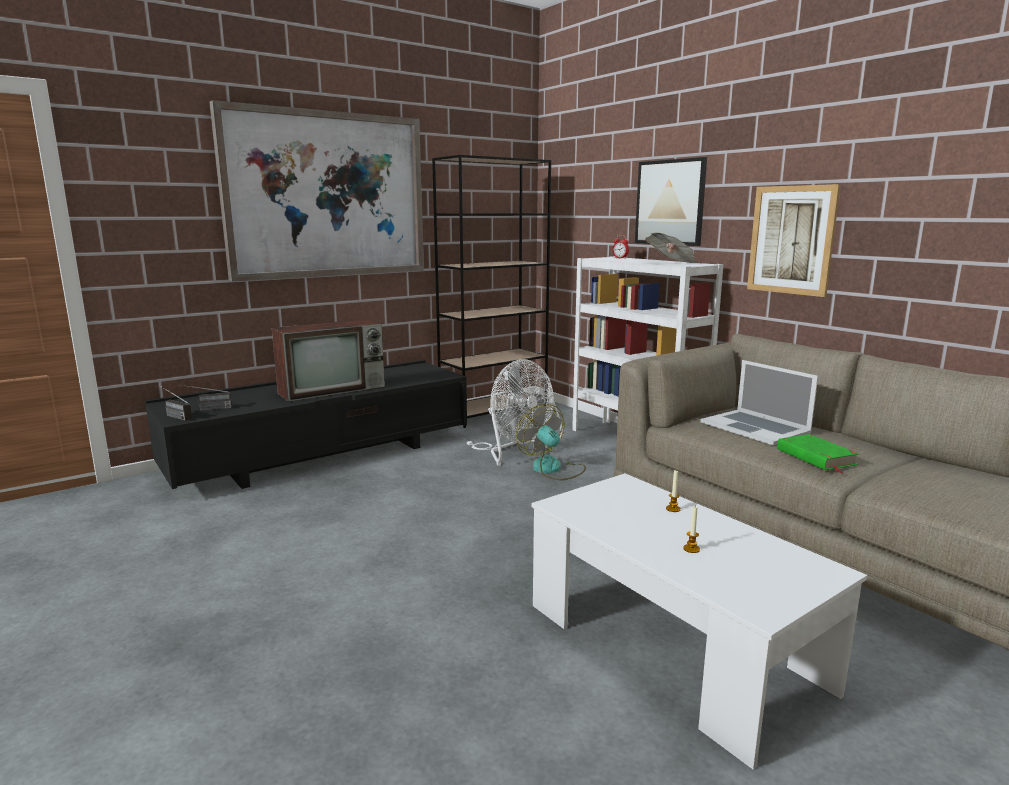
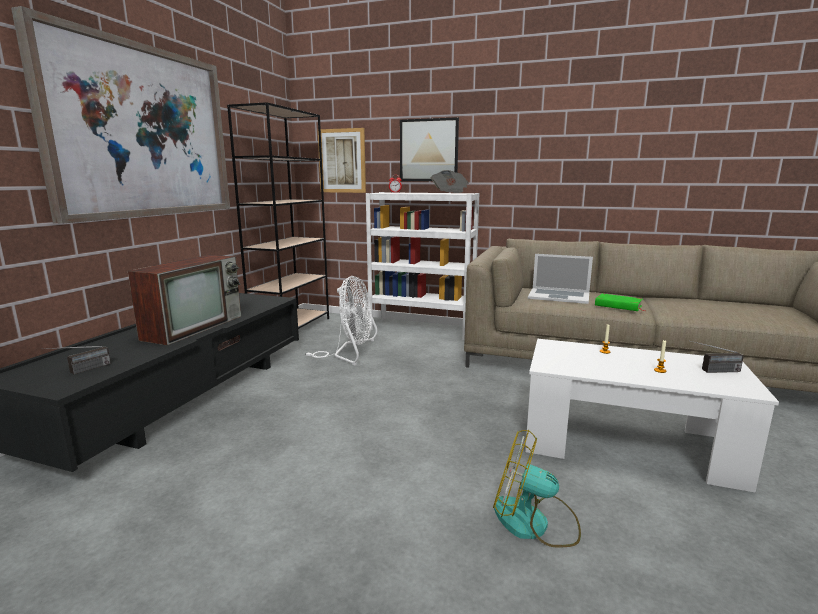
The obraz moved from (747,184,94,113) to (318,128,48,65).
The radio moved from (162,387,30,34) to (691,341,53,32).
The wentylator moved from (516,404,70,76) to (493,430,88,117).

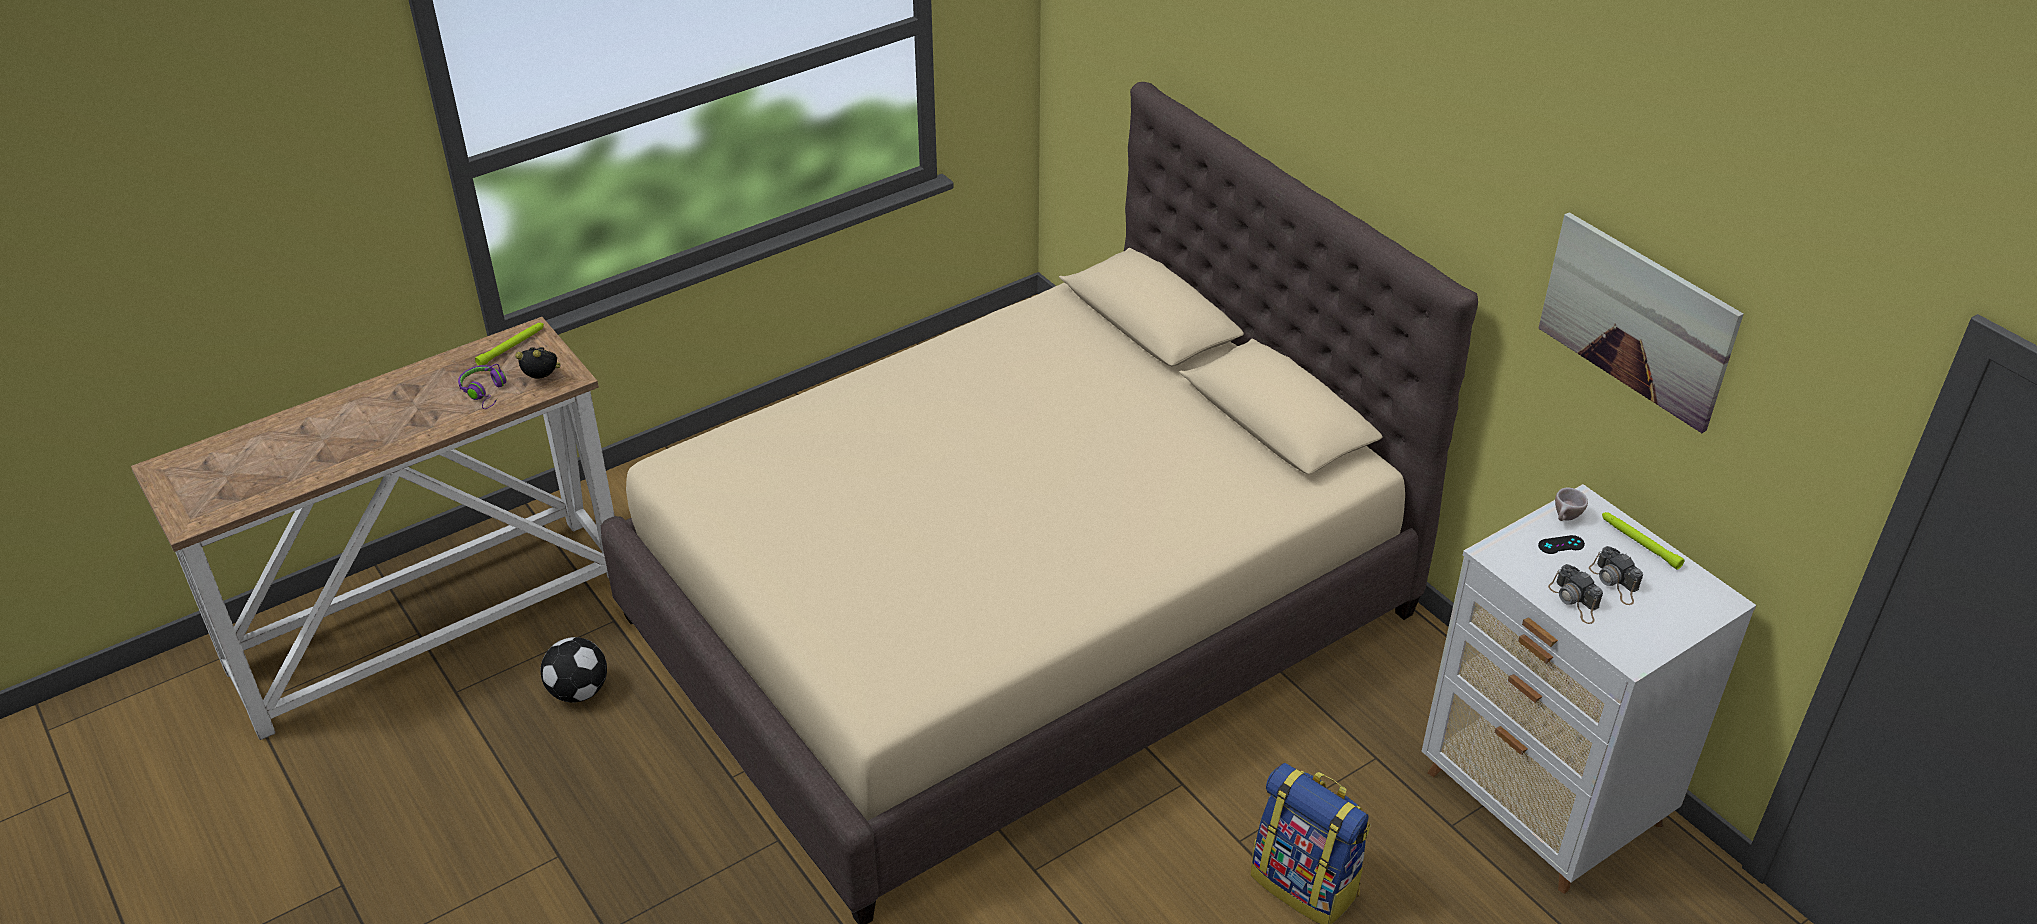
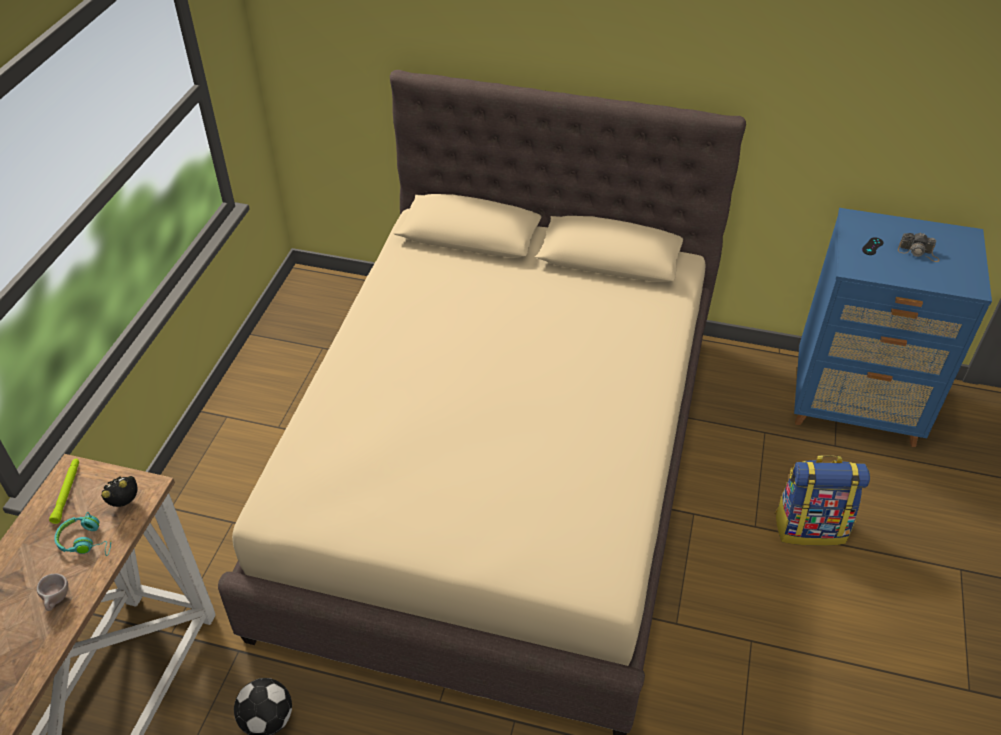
The obraz at (1539,212,205,221) disappeared.
The słuchawki (fioletowy) at (458,364,48,45) became the słuchawki (turkusowy) at (54,512,57,44).
The komoda (biały) at (1422,484,334,410) became the komoda (niebieski) at (794,208,198,239).
The filiżanka (beżowy) moved from (1555,487,33,34) to (37,574,31,37).
The latarka (zielony) at (1602,512,83,57) disappeared.
The aparat fotograficzny at (1548,564,55,60) disappeared.

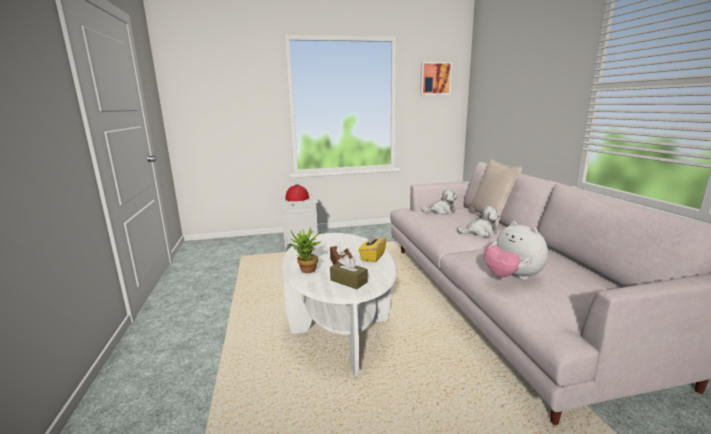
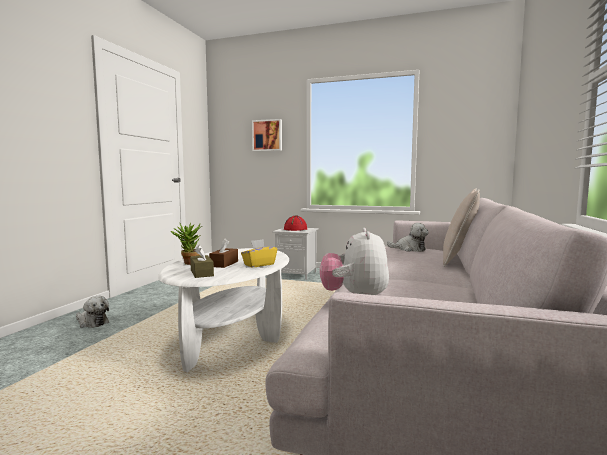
The obraz moved from (420,62,32,33) to (252,119,30,32).
The pluszak moved from (457,206,43,31) to (76,296,33,32).

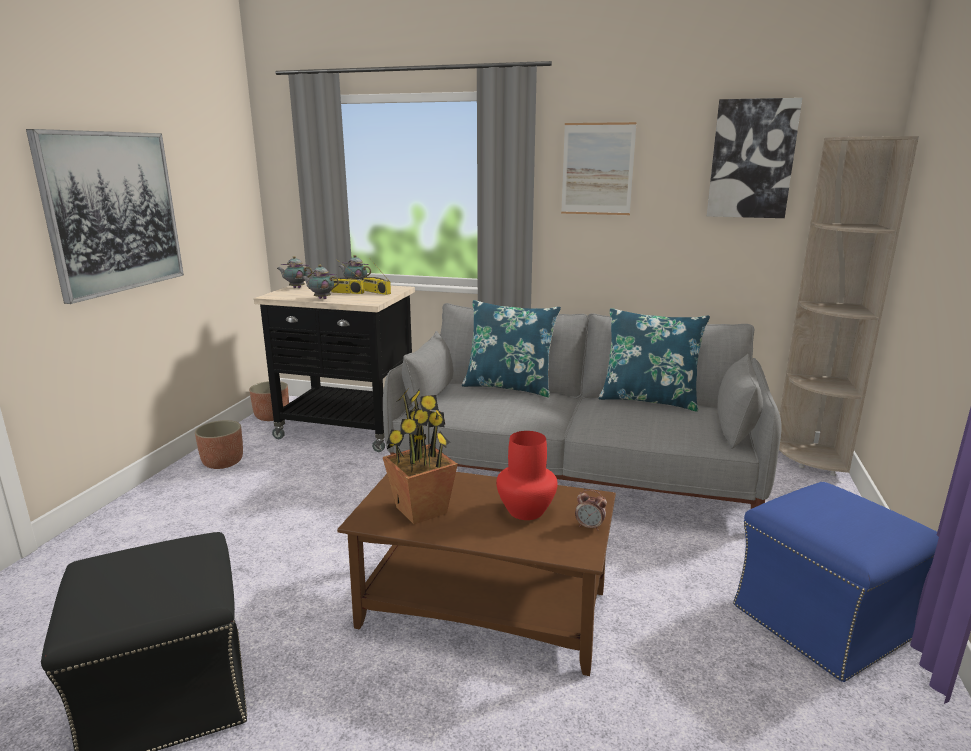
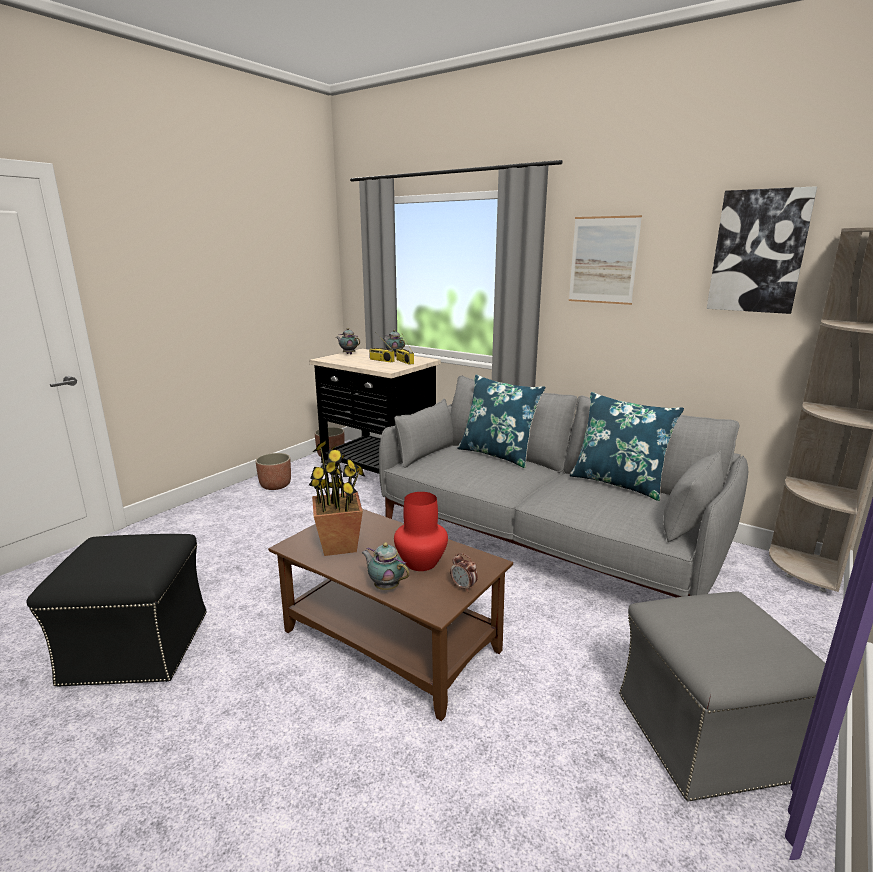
The obraz at (26,129,158,175) disappeared.
The imbryk moved from (301,264,38,35) to (361,542,49,48).
The pufa (niebieski) at (733,482,206,200) became the pufa (szary) at (619,591,207,210).

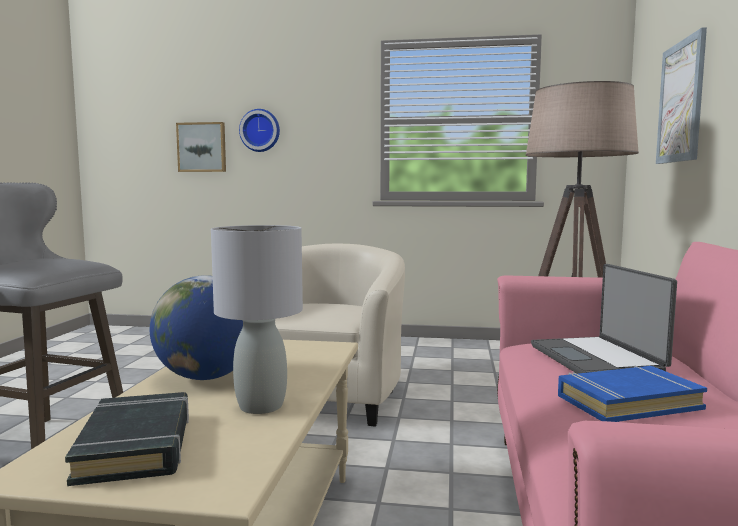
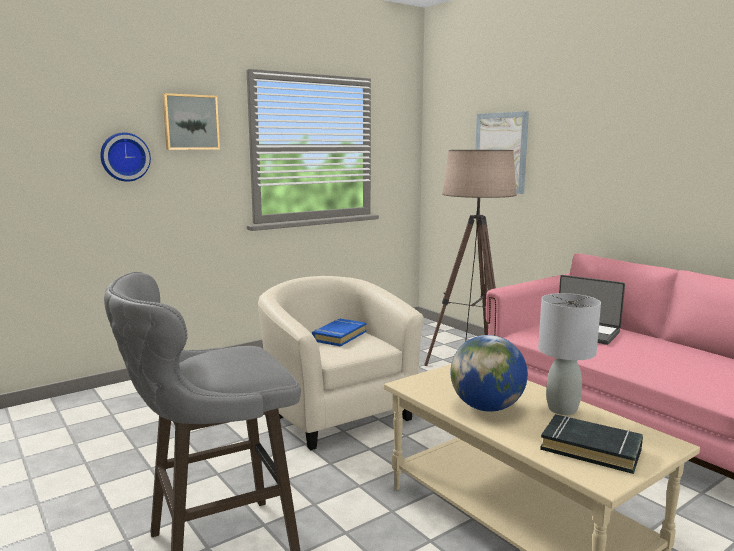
The obraz moved from (176,122,50,50) to (162,93,58,57).
The książka (niebieski) moved from (558,366,149,56) to (312,319,54,28).

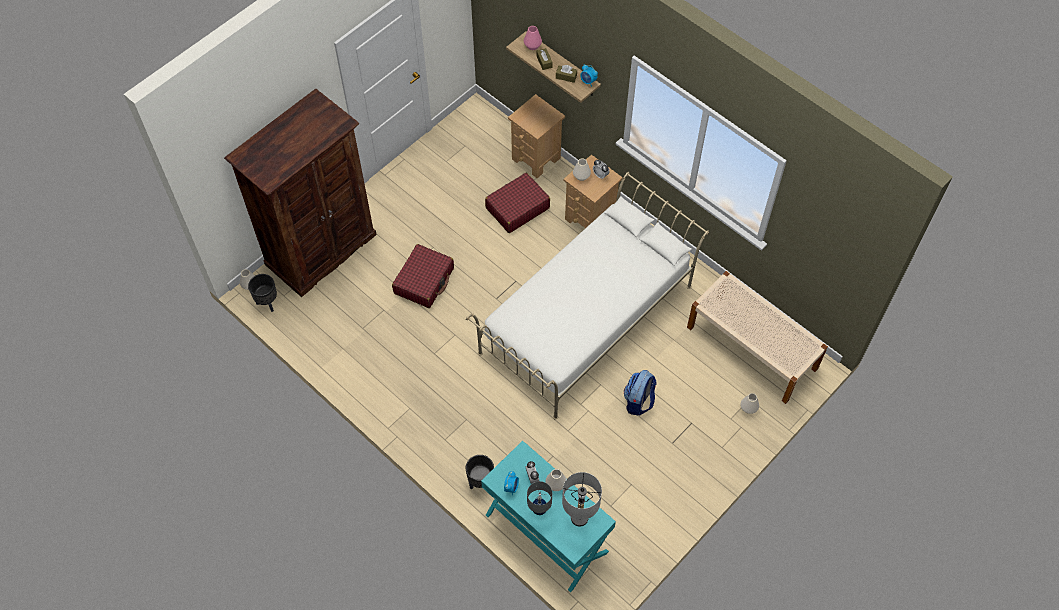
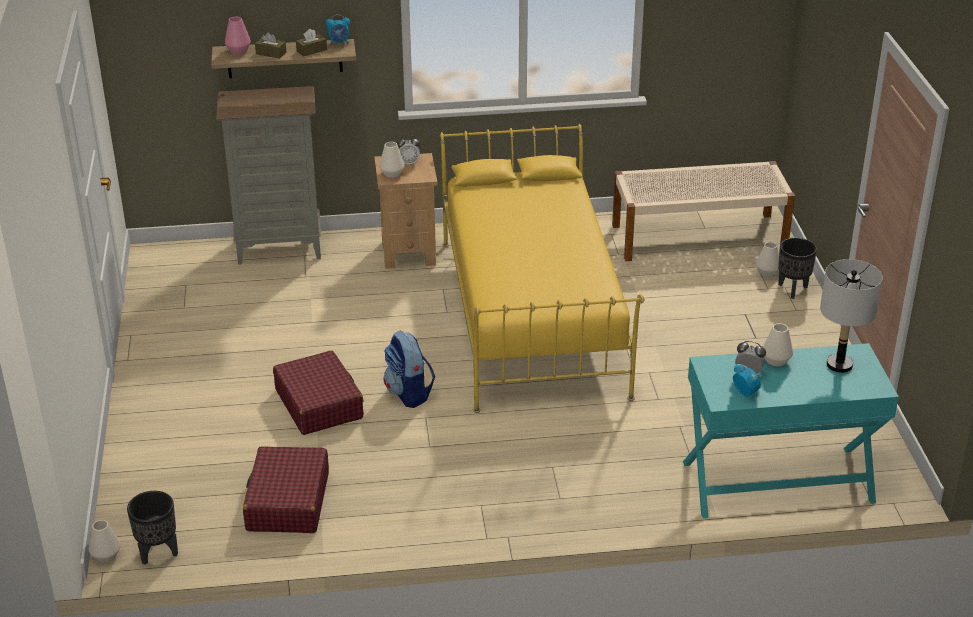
The szafa (brązowy) at (224,89,153,208) disappeared.
The szafka nocna (beżowy) at (508,94,57,84) was replaced by the komoda (szary) at (216,86,105,179).
The łóżko (biały) at (466,172,243,248) became the łóżko (żółty) at (440,124,205,289).
The walizka (czerwony) moved from (485,173,65,60) to (243,446,86,87).
The plecak moved from (624,370,33,45) to (384,331,51,77).
The donica (czarny) moved from (466,455,28,34) to (778,238,39,61).
The lampa stołowa (szary) at (527,481,25,34) disappeared.

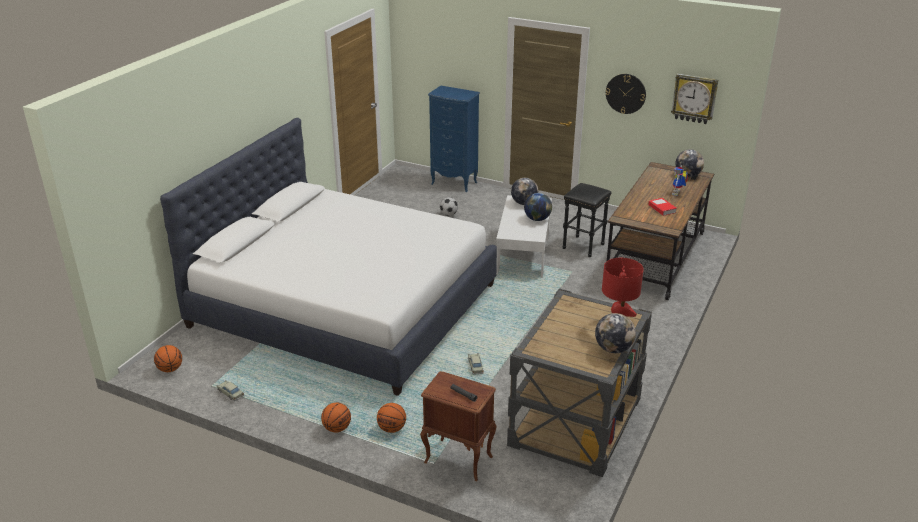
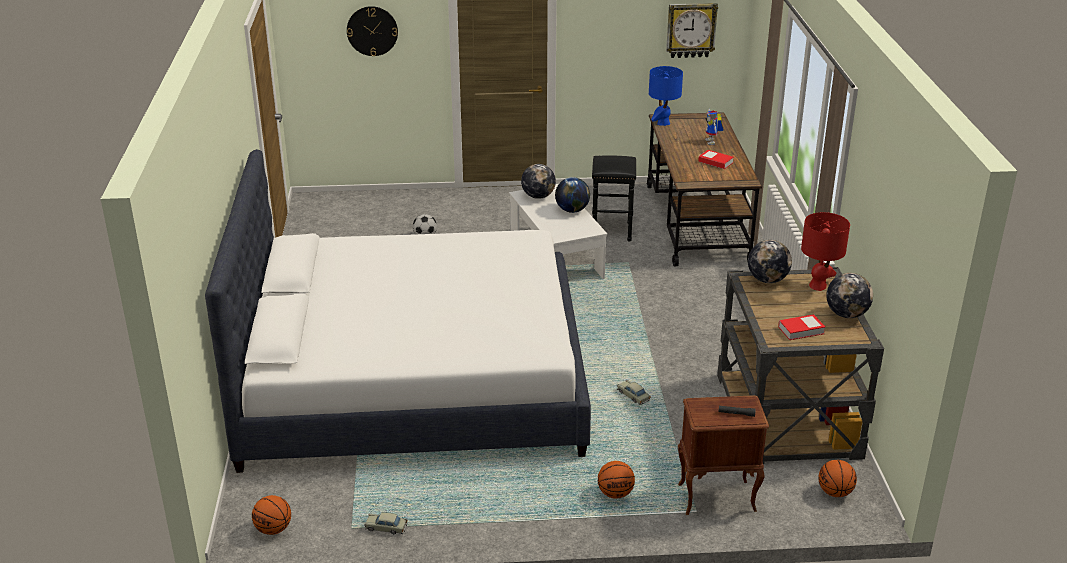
The zegar ścienny moved from (606,74,40,40) to (347,6,51,50).
The komoda (niebieski) at (428,86,52,106) disappeared.
The globus moved from (675,149,29,28) to (748,240,44,43).
The piłka do koszykówki moved from (321,402,30,30) to (818,460,39,37).
The lampa stołowa (niebieski) at (649,66,34,60) appeared.
The książka at (778,314,47,26) appeared.

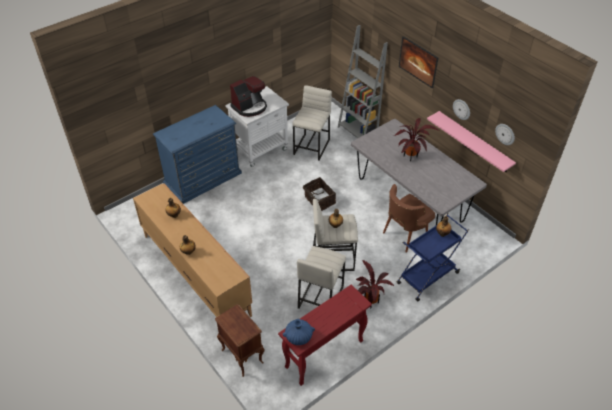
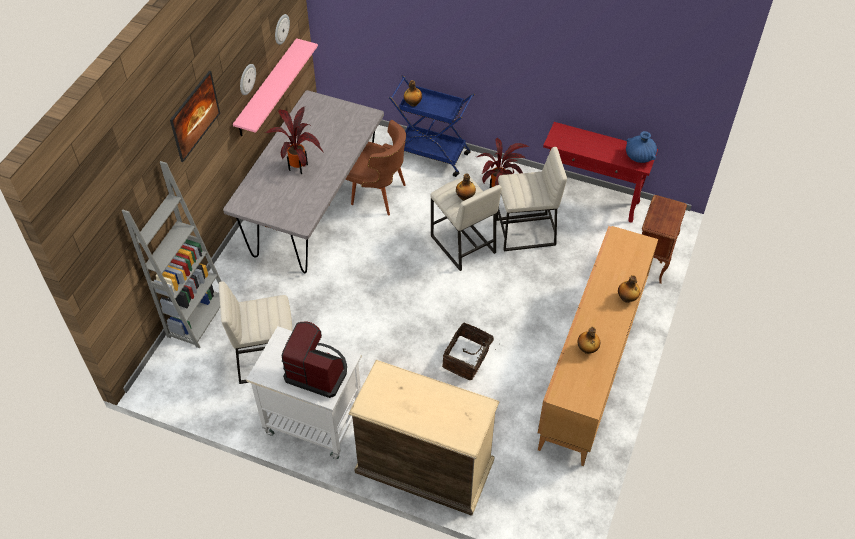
The komoda (niebieski) at (153,105,89,99) became the komoda (beżowy) at (349,360,151,156).
The koszyk moved from (303,177,33,34) to (442,322,54,58).

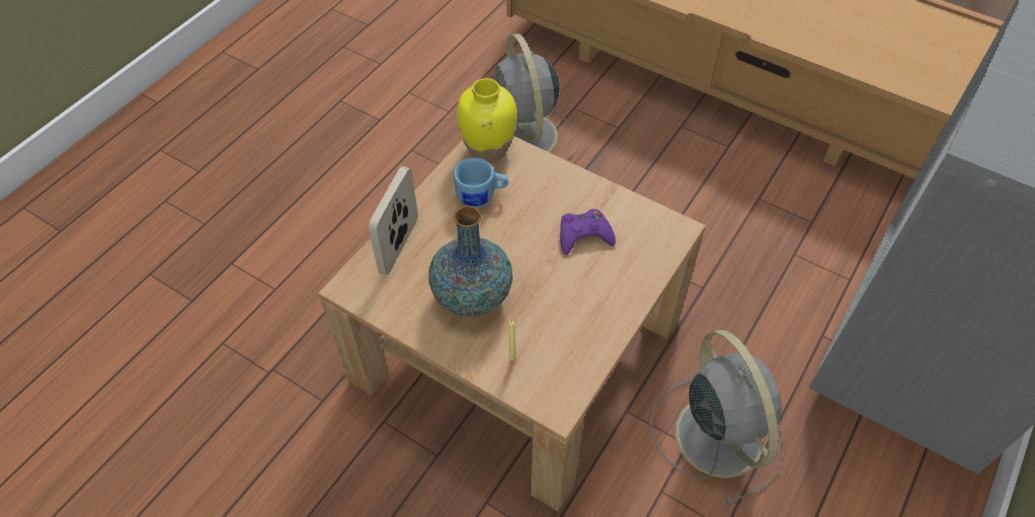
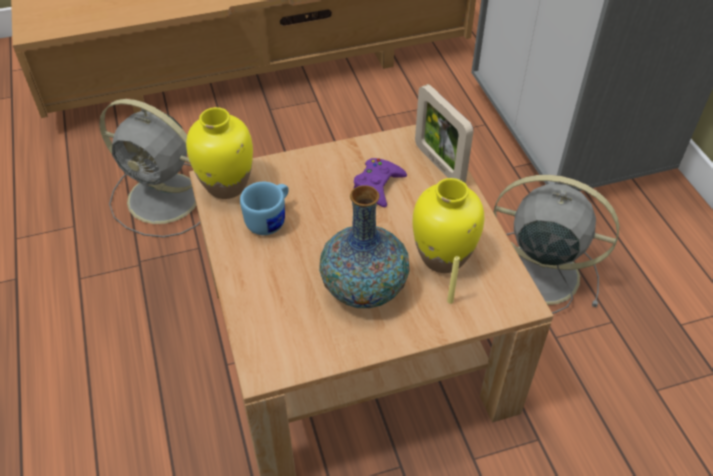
The ramka na zdjęcie moved from (368,166,50,109) to (415,84,58,99).
The wazon (żółty) at (413,178,71,95) appeared.

